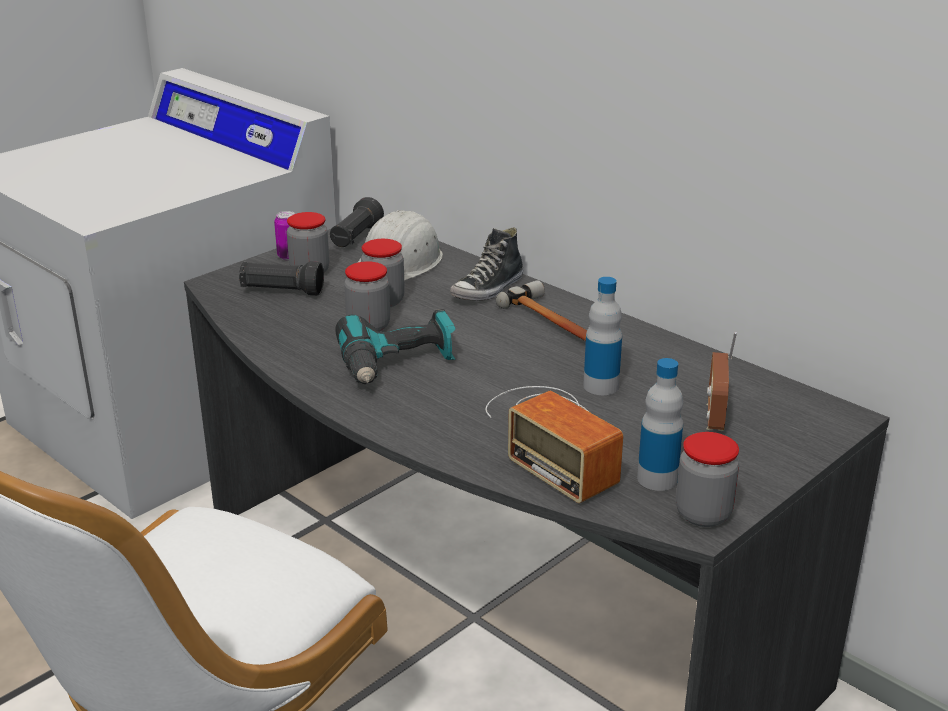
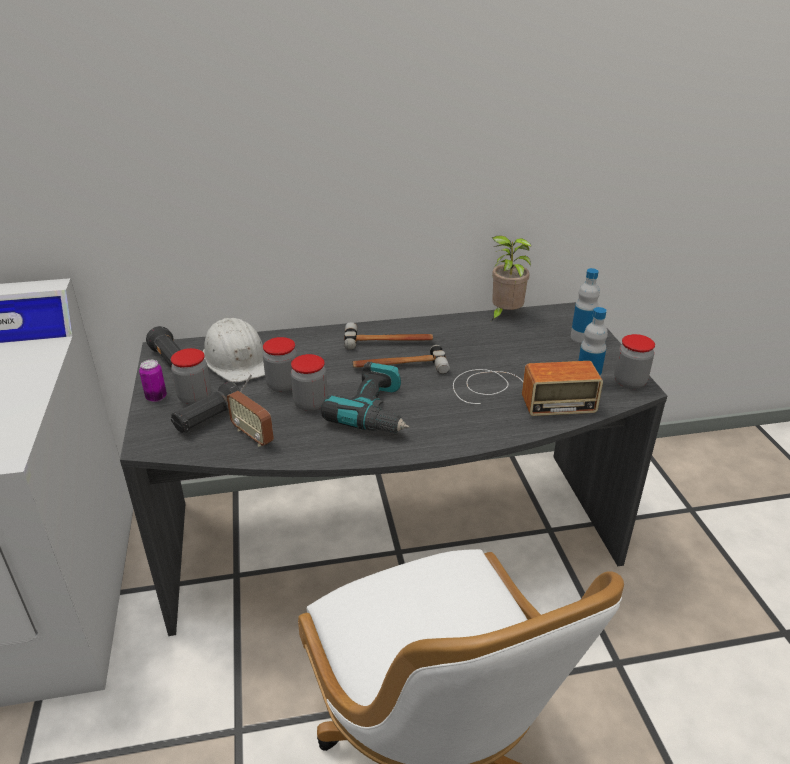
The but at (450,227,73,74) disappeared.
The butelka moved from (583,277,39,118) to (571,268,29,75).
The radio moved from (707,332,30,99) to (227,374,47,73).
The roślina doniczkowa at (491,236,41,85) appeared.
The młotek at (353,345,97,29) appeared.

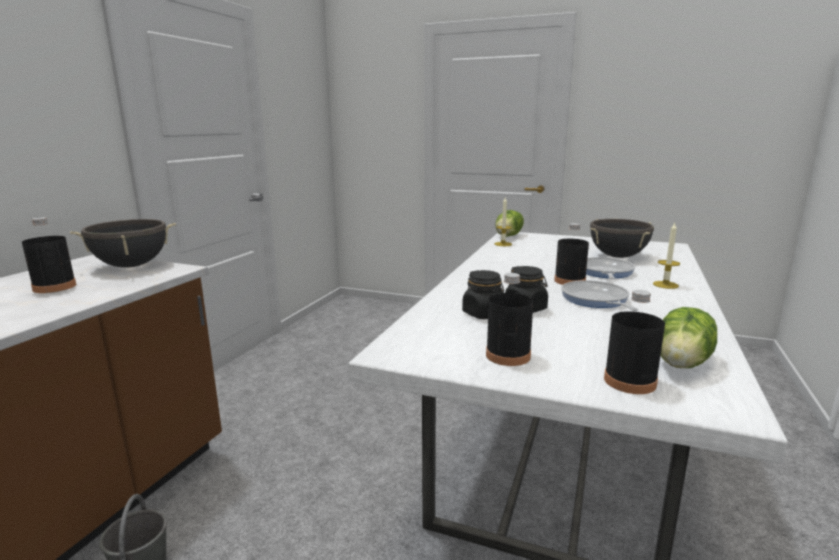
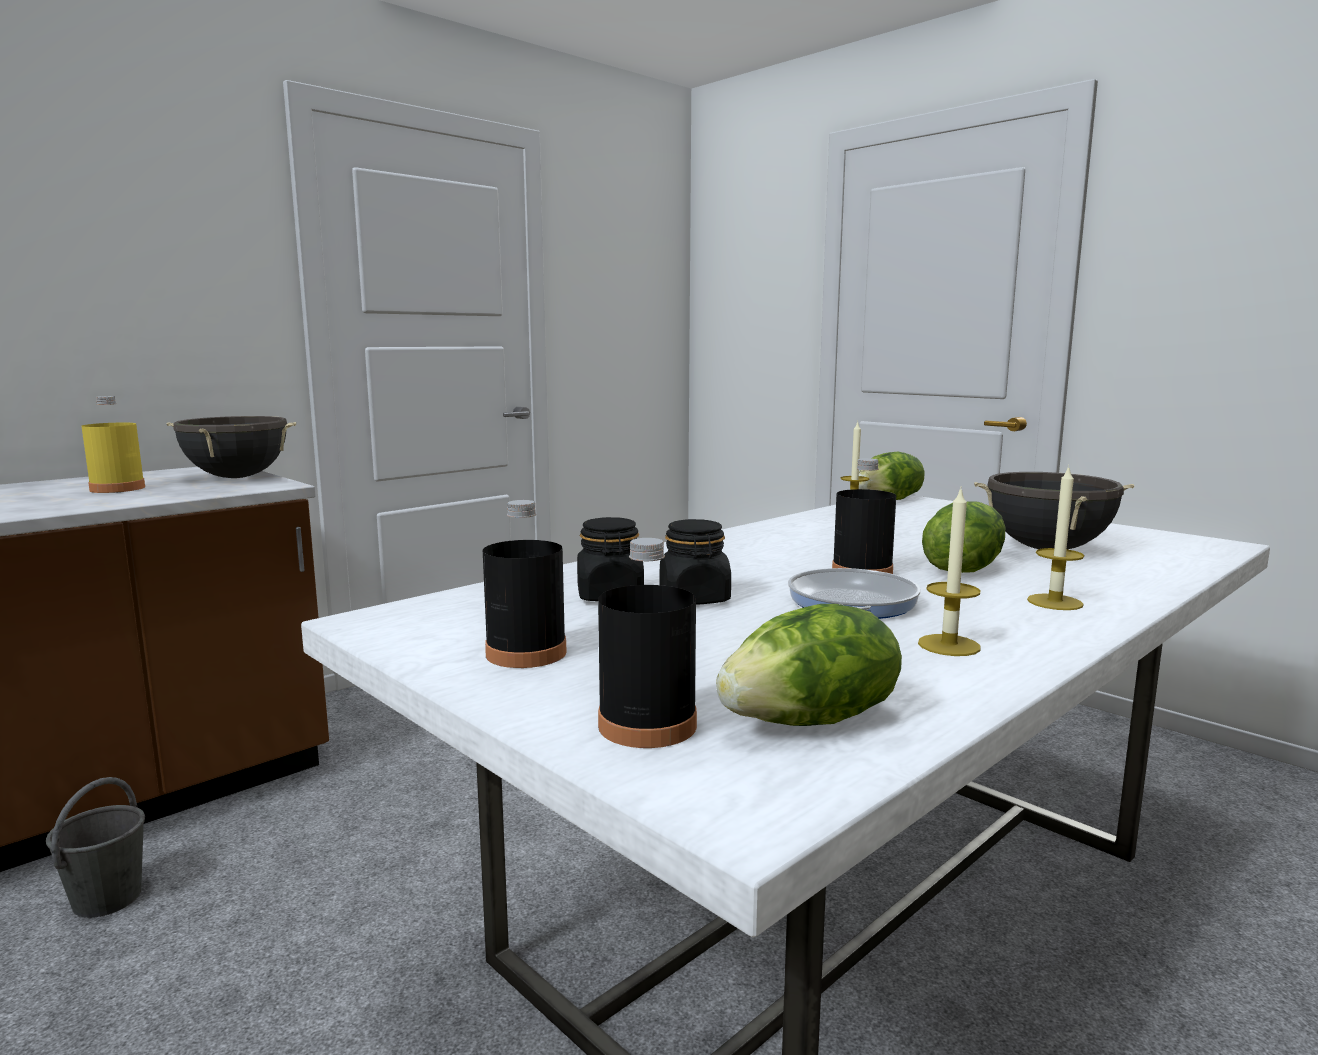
The butelka (czarny) at (22,217,54,76) became the butelka (żółty) at (81,396,64,97).
The patelnia at (586,257,49,22) was replaced by the sałata at (922,501,83,72).
The świeca at (918,489,63,167) appeared.

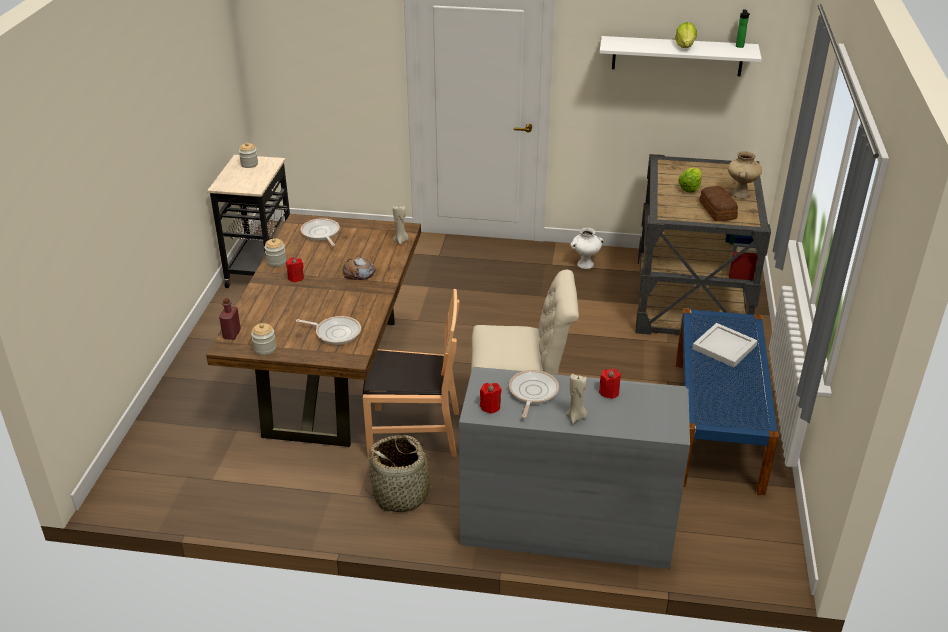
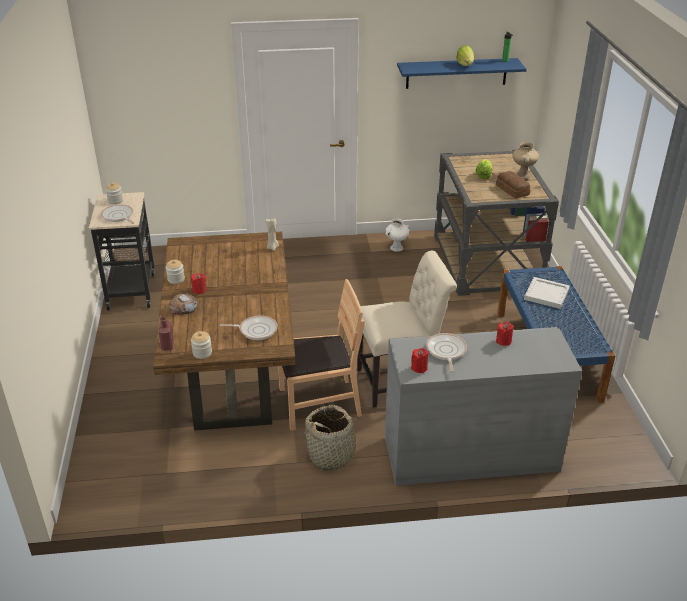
The półka (biały) at (600,36,162,40) became the półka (niebieski) at (397,58,130,31).
The patelnia moved from (301,218,39,28) to (101,204,33,20).
The chleb moved from (343,257,33,23) to (169,293,29,22).
The świeca (beżowy) at (566,374,21,50) disappeared.

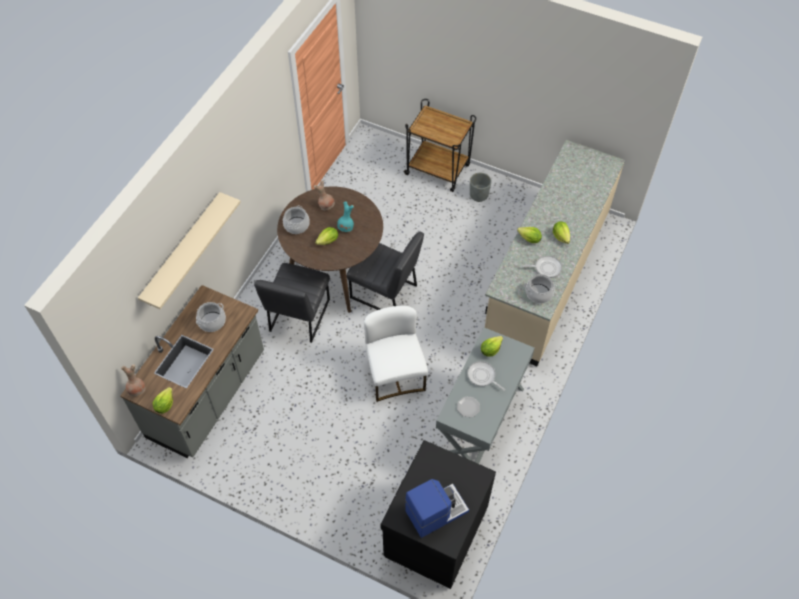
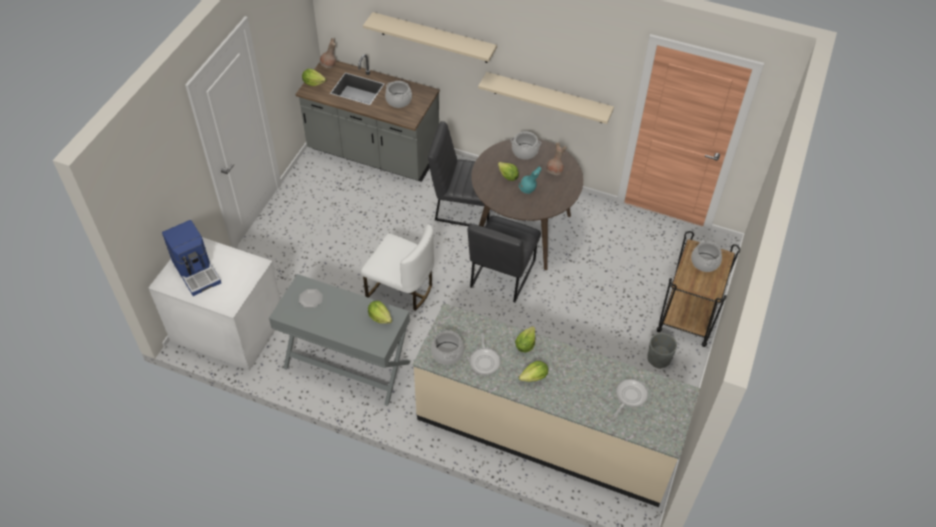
The krzesło (biały) at (364,306,64,96) turned 45 degrees clockwise.
The patelnia moved from (468,361,37,30) to (614,379,34,37).
The pralka (czarny) at (380,440,116,149) became the pralka (biały) at (148,237,133,134).
The półka (beżowy) at (478,72,136,52) appeared.
The garnek at (691,240,31,32) appeared.

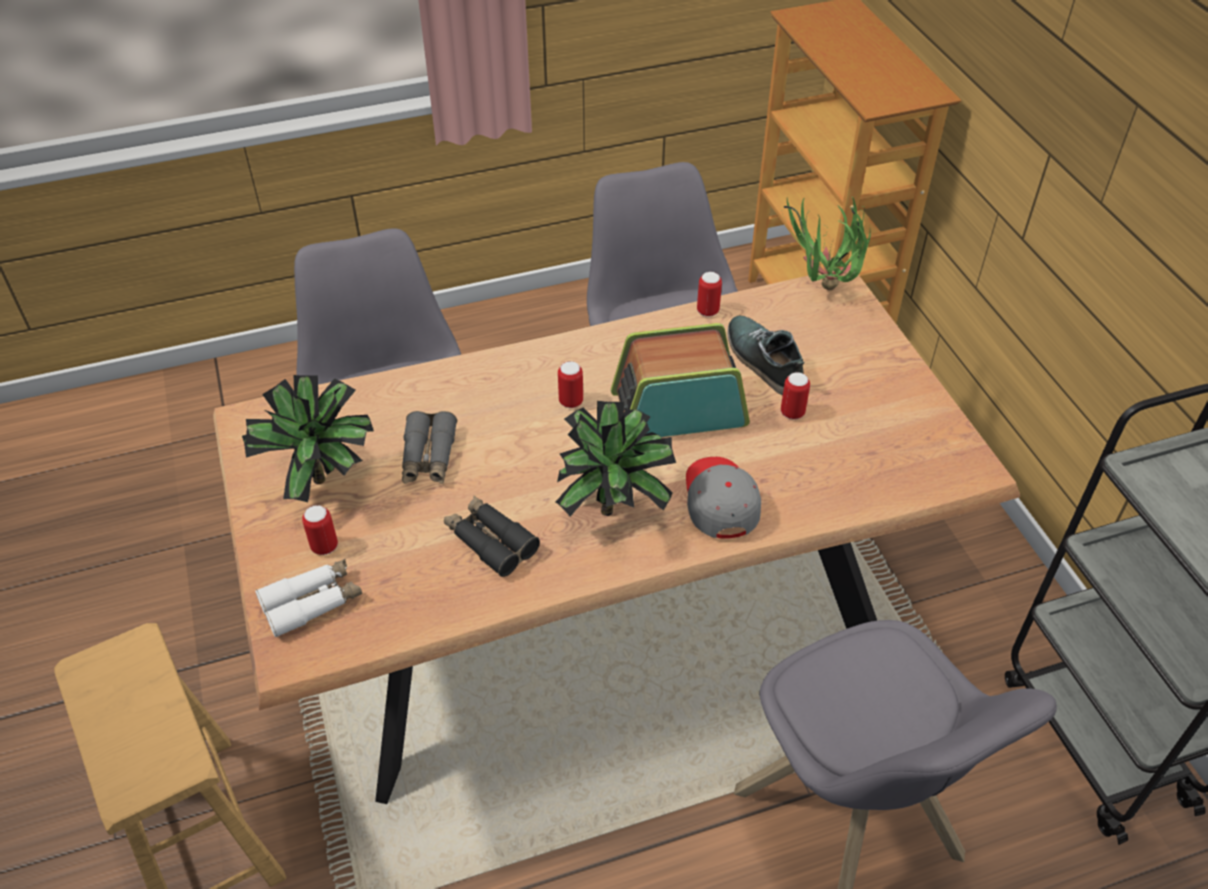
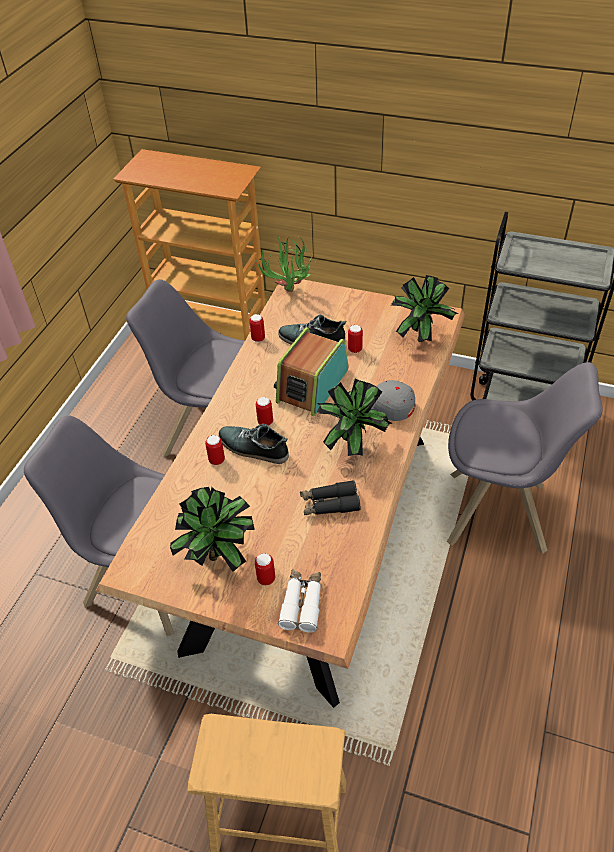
The lornetka (szary) at (402,411,55,73) disappeared.
The roślina doniczkowa at (391,275,67,67) appeared.
The but at (219,424,70,40) appeared.
The puszka at (205,435,20,30) appeared.

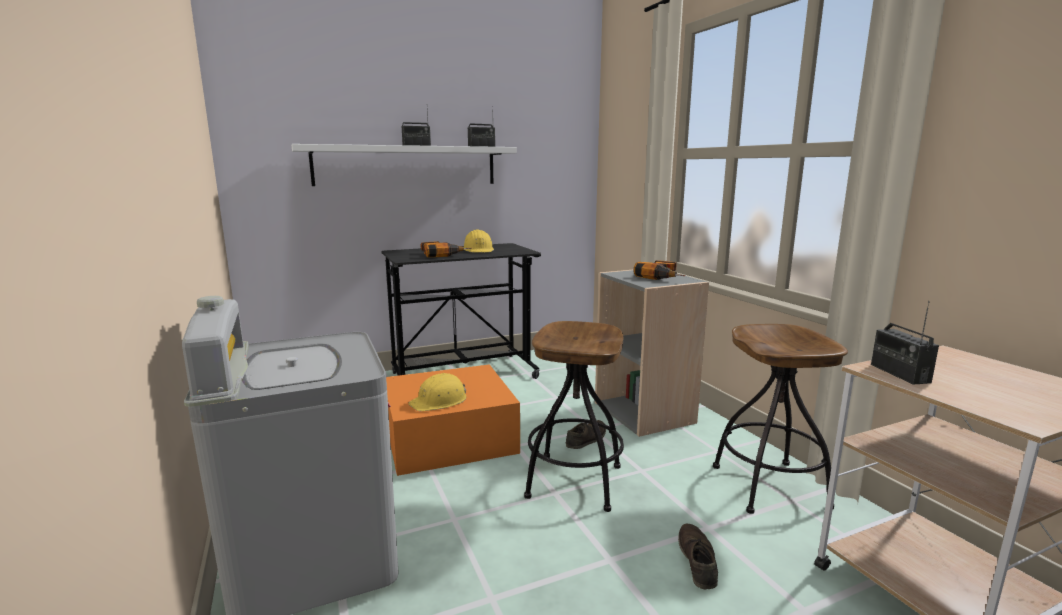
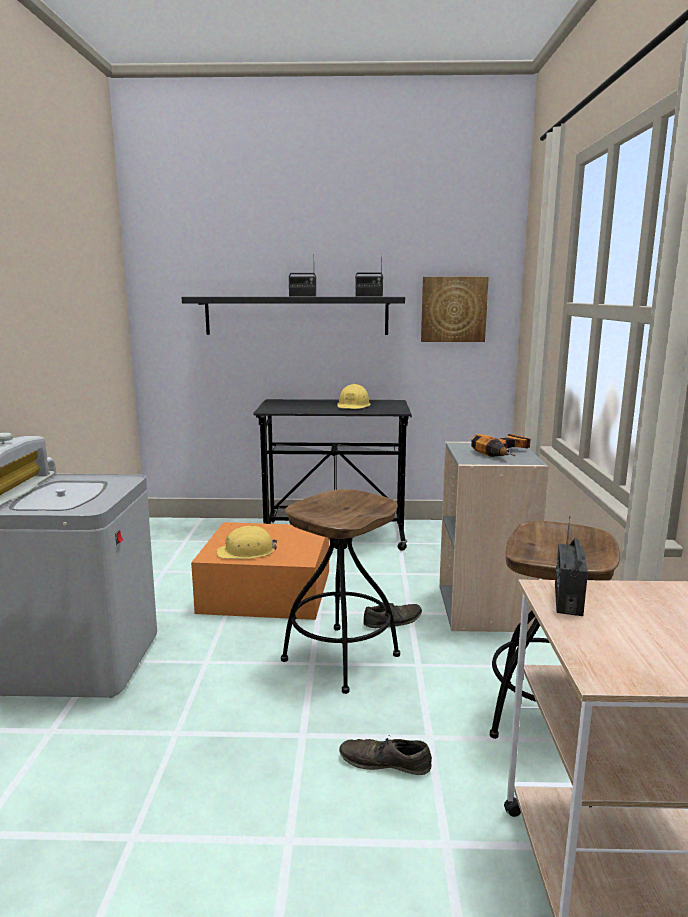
The półka (biały) at (292,144,225,42) became the półka (czarny) at (181,297,224,38).
The wiertarka at (421,241,50,16) disappeared.
The but (brązowy) at (678,523,40,66) turned 105 degrees counterclockwise.
The obraz at (421,277,68,65) appeared.

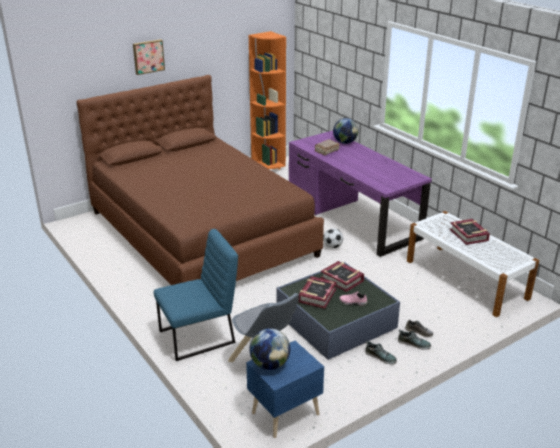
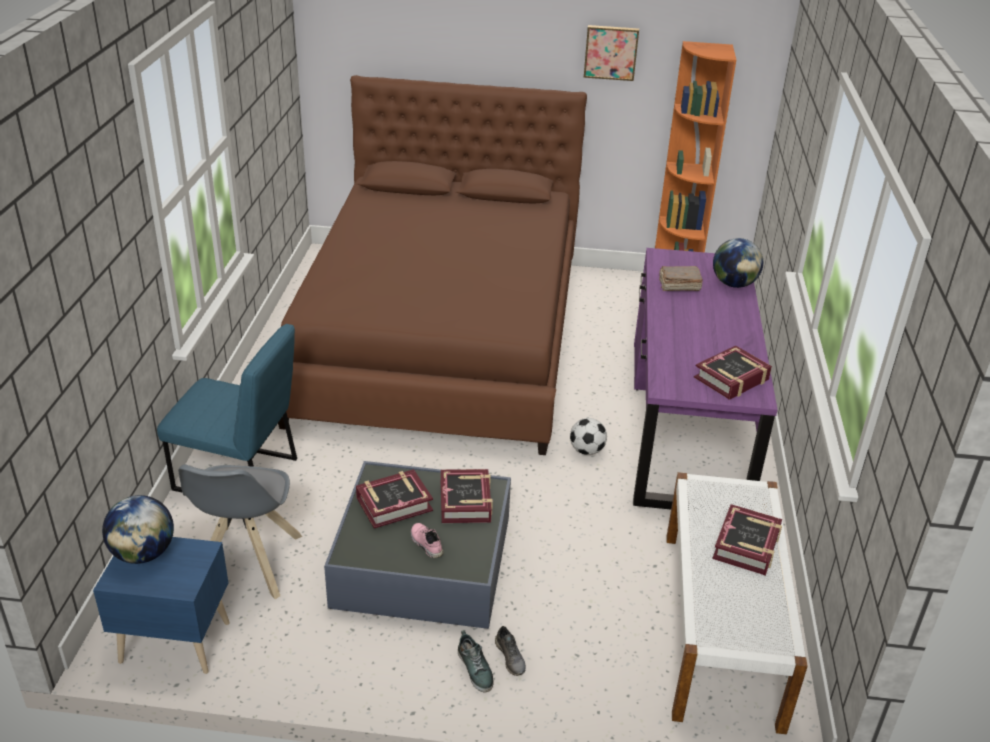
The obraz moved from (133,39,32,36) to (584,25,55,56).
The but at (365,340,32,24) disappeared.
The książka at (694,346,78,54) appeared.

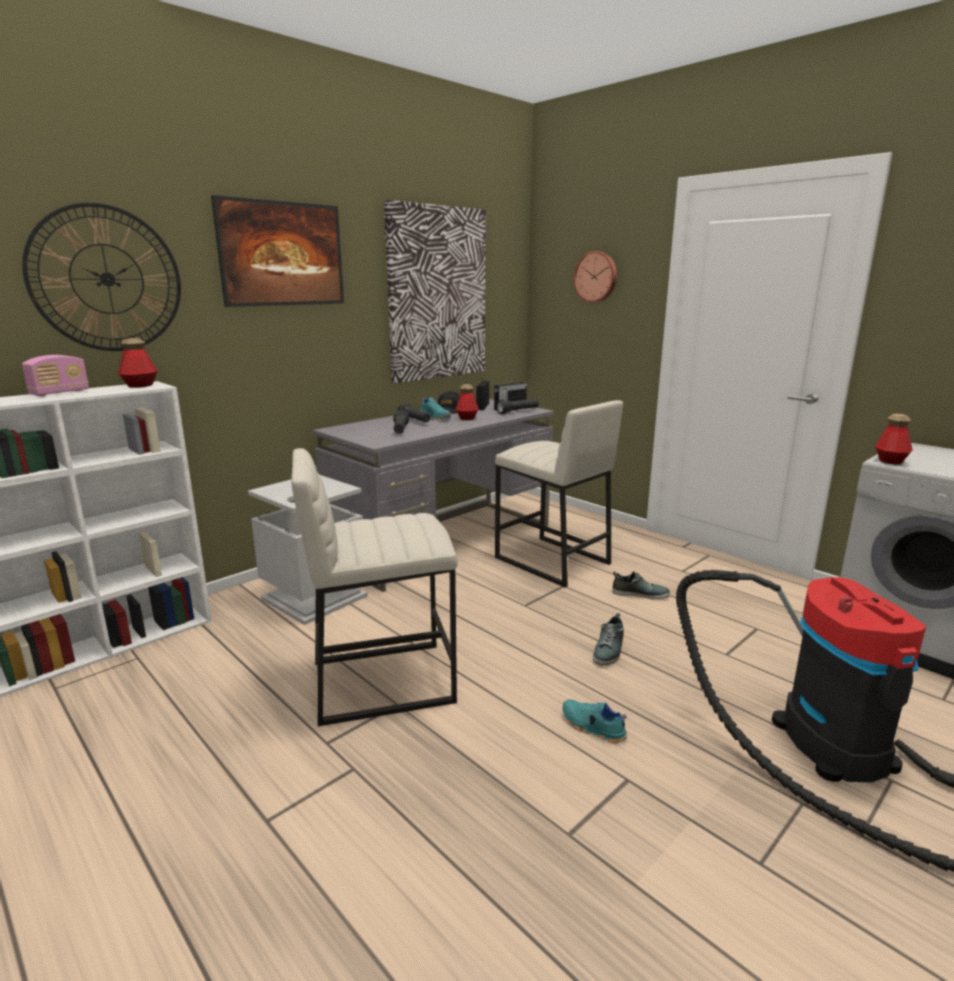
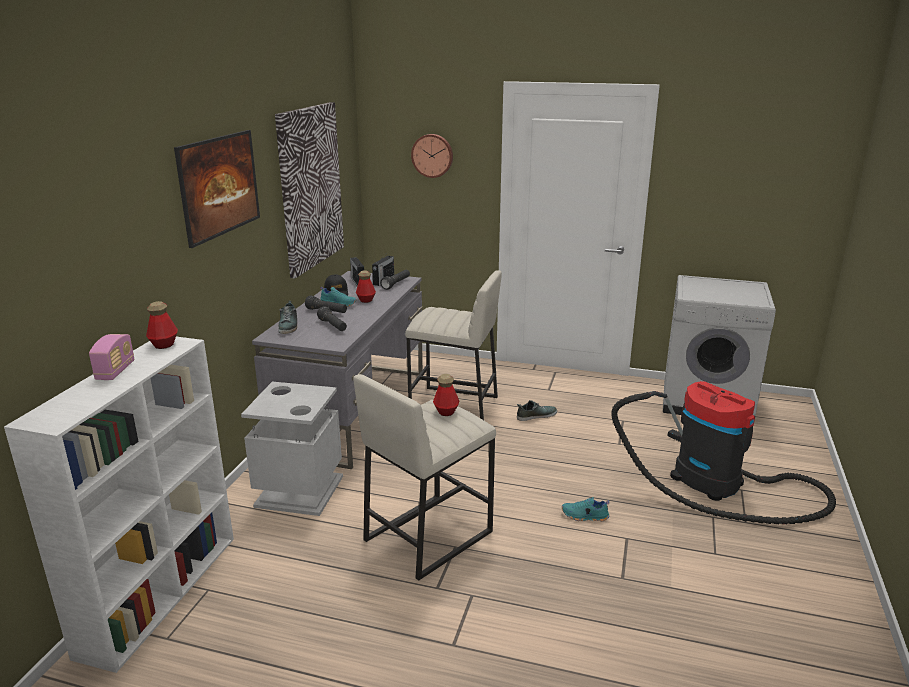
The zegar ścienny at (22,202,159,149) disappeared.
The butelka moved from (875,414,38,50) to (433,374,27,42).
The but moved from (593,613,31,53) to (278,301,19,33).

